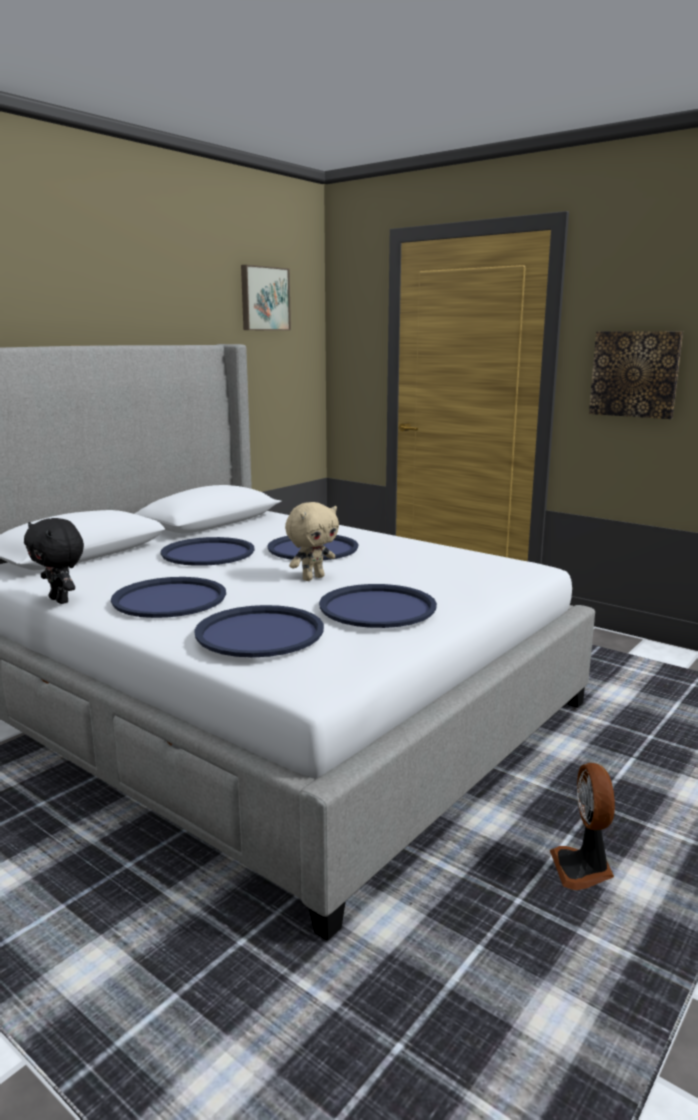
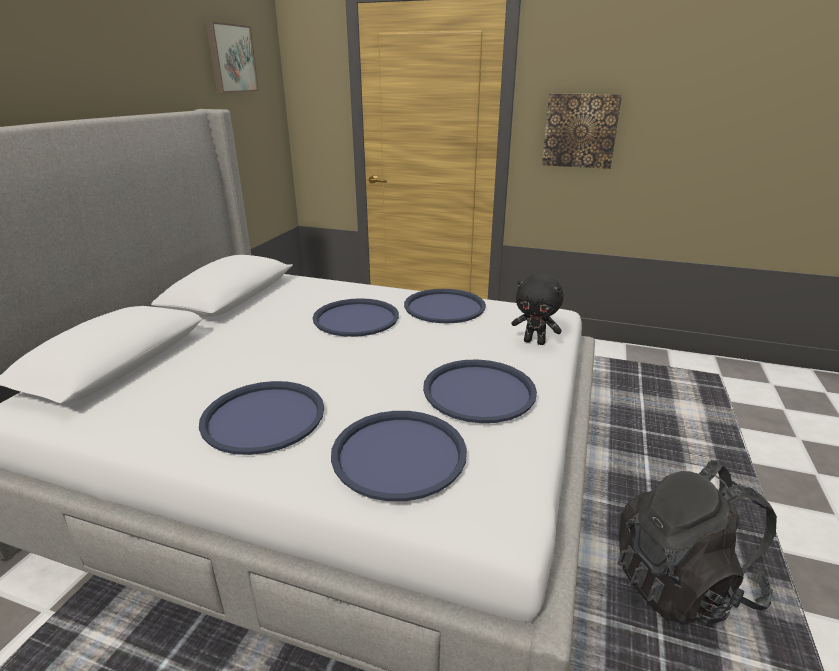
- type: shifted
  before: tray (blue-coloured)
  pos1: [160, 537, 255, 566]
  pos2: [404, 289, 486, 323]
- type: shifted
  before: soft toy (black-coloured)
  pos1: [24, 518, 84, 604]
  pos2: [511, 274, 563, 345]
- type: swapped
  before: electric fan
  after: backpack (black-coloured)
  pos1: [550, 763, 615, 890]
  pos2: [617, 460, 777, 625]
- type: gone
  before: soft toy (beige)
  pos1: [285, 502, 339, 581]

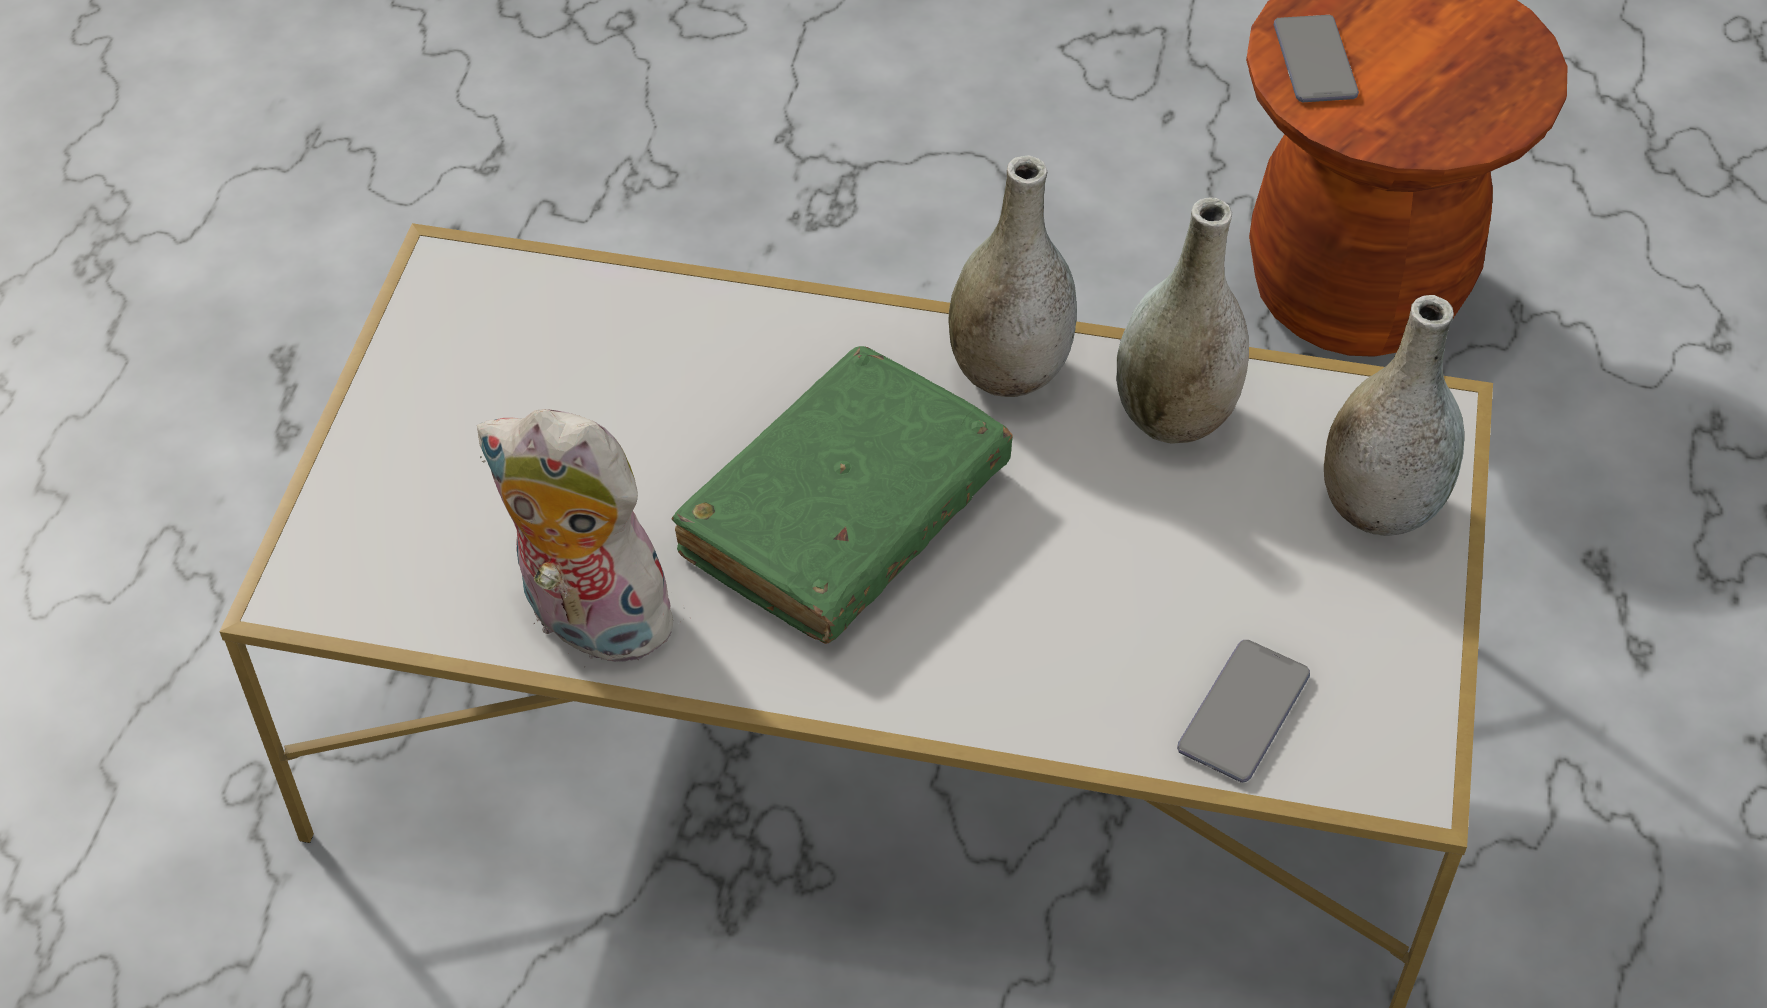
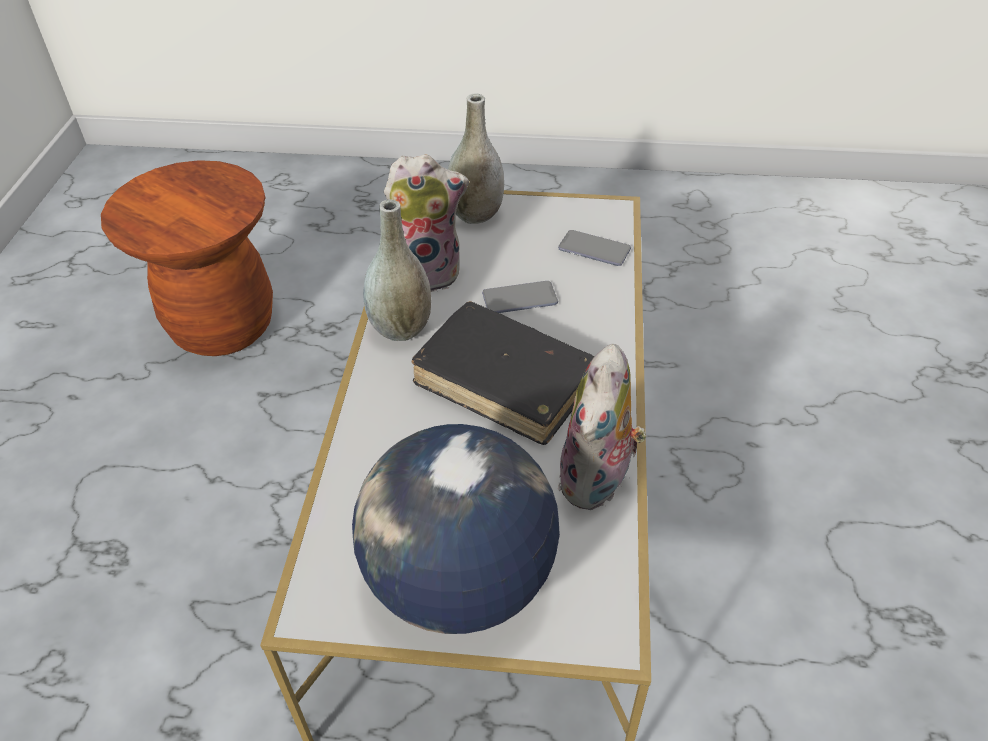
- type: new
  after: desk globe
  pos2: [352, 424, 560, 634]
- type: swapped
  before: vase (gray)
  after: soft toy
  pos1: [1116, 198, 1249, 443]
  pos2: [384, 154, 469, 292]
- type: repainted
  before: book (greenish)
  after: book (black-coloured)
  pos1: [671, 346, 1013, 644]
  pos2: [412, 301, 595, 445]
- type: shifted
  before: handset
  pos1: [1274, 15, 1359, 102]
  pos2: [482, 281, 558, 313]

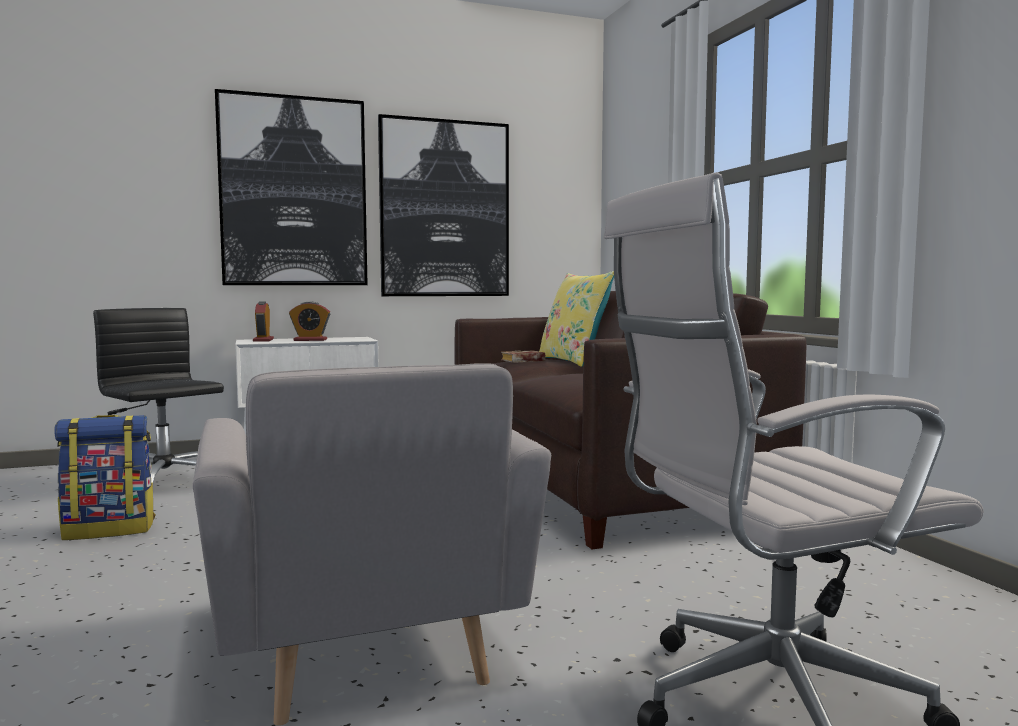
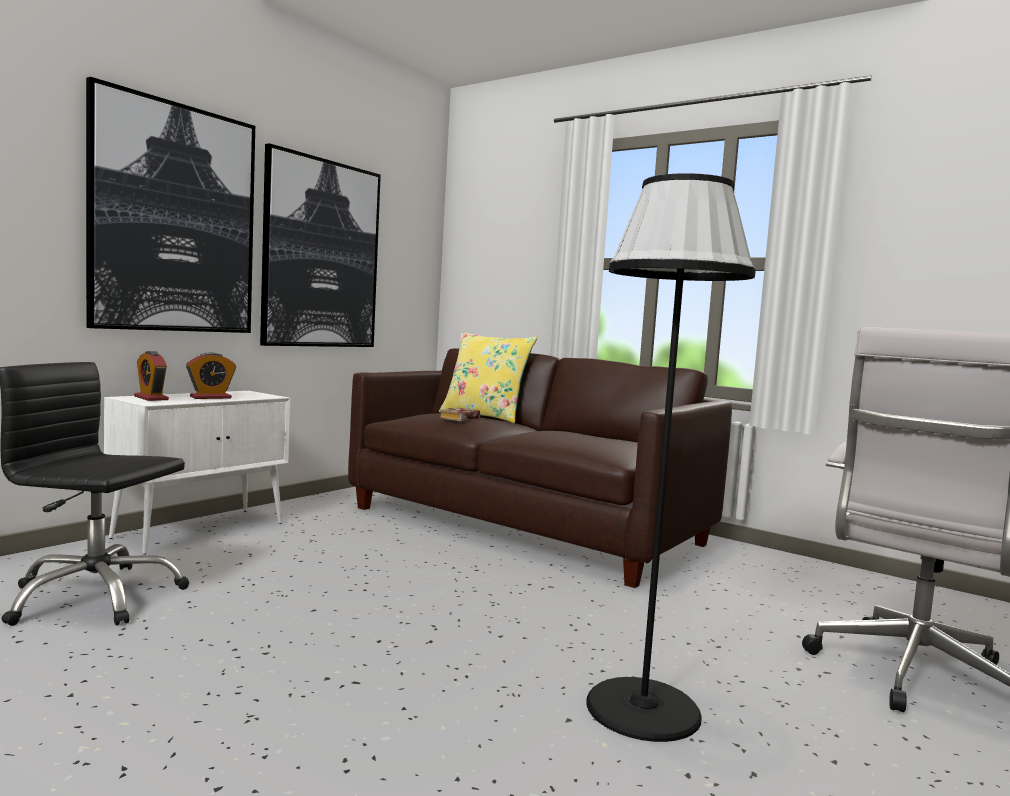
- type: swapped
  before: easy chair (gray)
  after: standard lamp (black-coloured)
  pos1: [193, 363, 551, 726]
  pos2: [586, 173, 756, 742]
- type: gone
  before: backpack
  pos1: [54, 415, 155, 540]

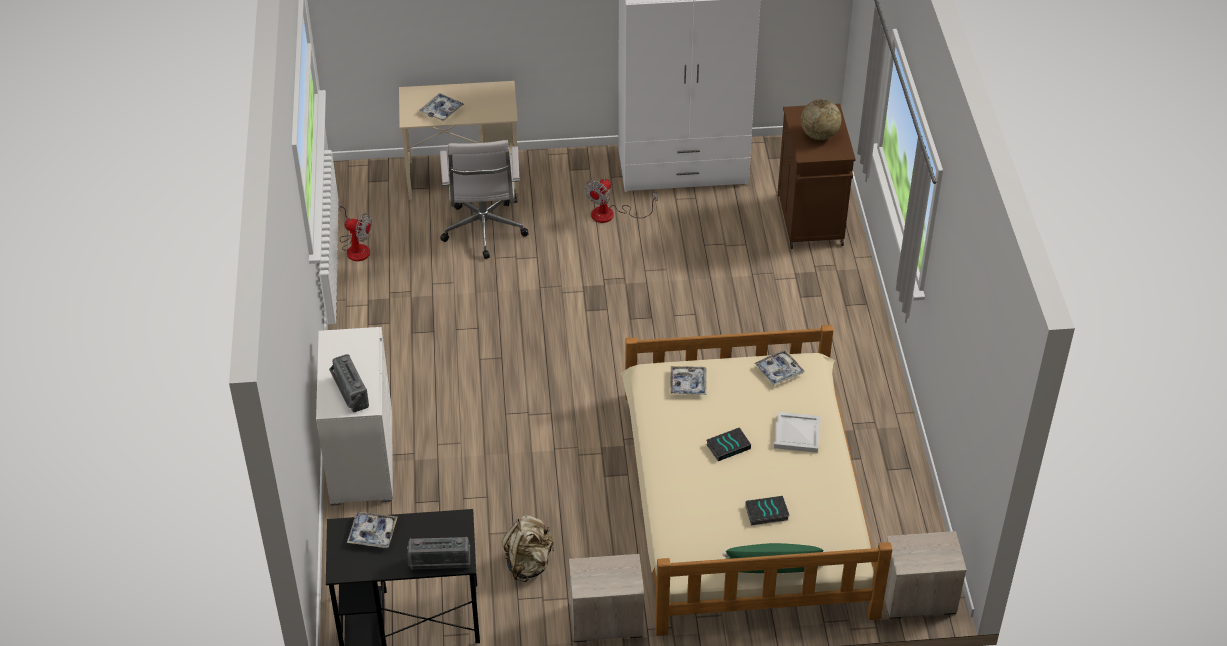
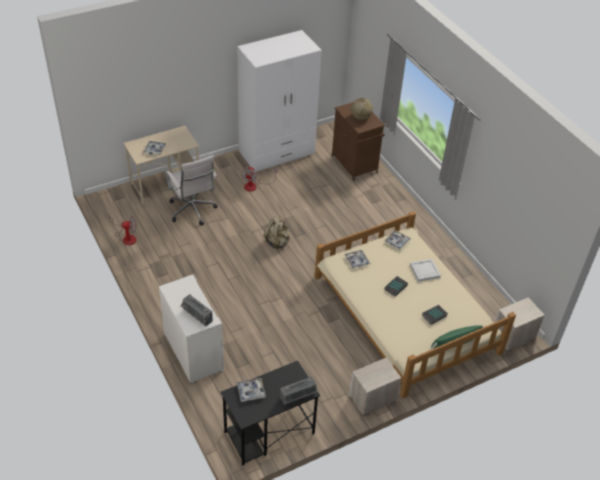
- type: shifted
  before: backpack (beige)
  pos1: [502, 515, 554, 582]
  pos2: [263, 217, 290, 249]

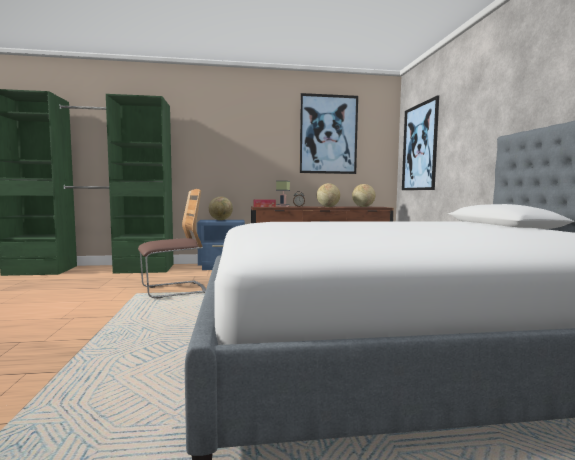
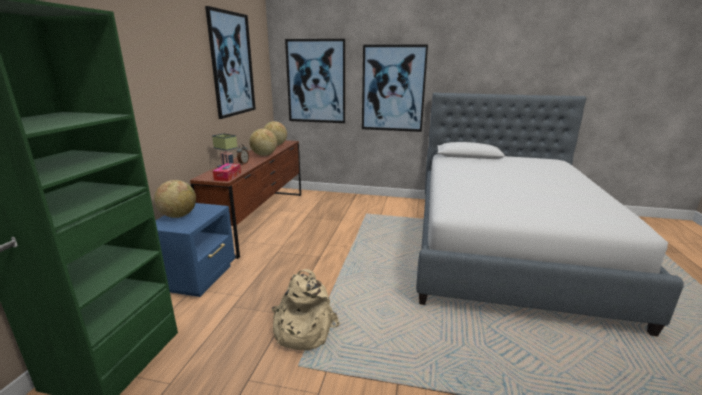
- type: swapped
  before: chair
  after: backpack (beige)
  pos1: [138, 189, 206, 298]
  pos2: [272, 269, 339, 350]
- type: new
  after: picture
  pos2: [362, 44, 428, 132]

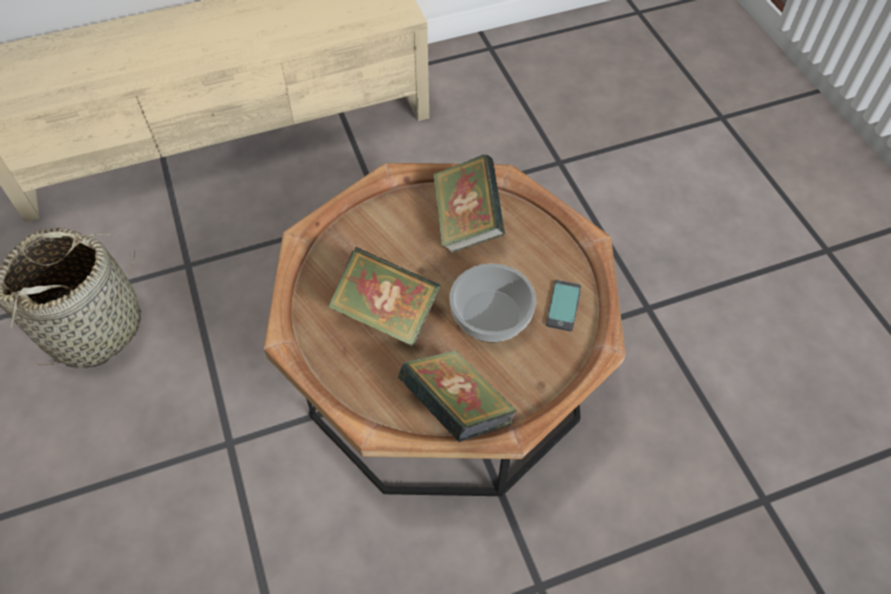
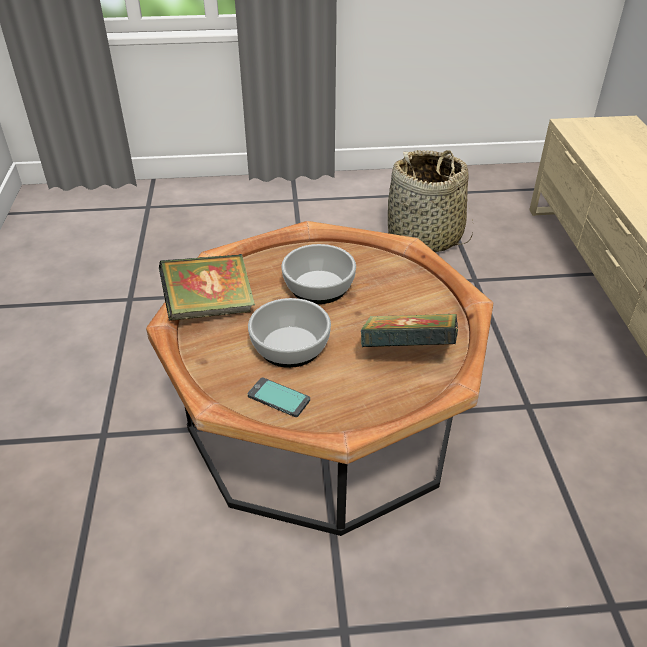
- type: swapped
  before: book
  after: serving bowl
  pos1: [328, 247, 441, 346]
  pos2: [281, 244, 356, 304]

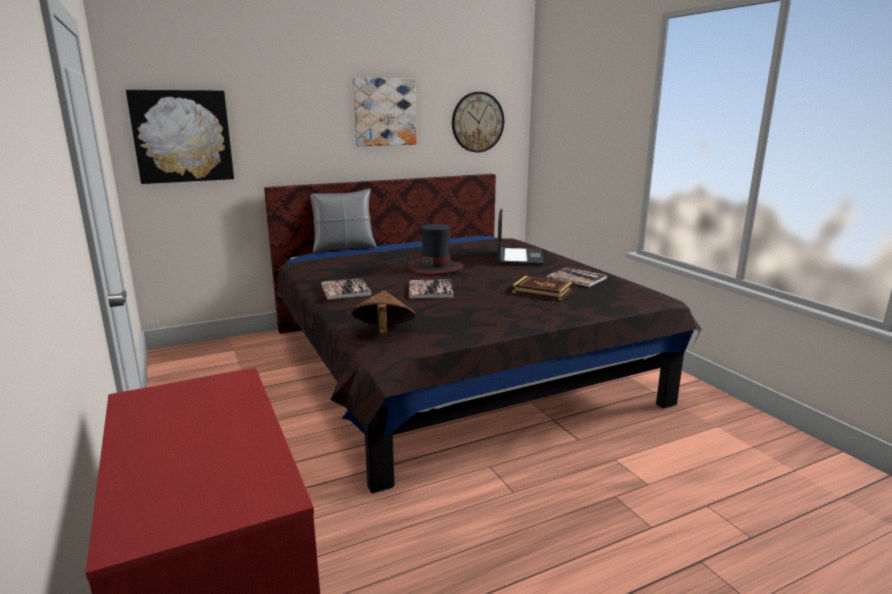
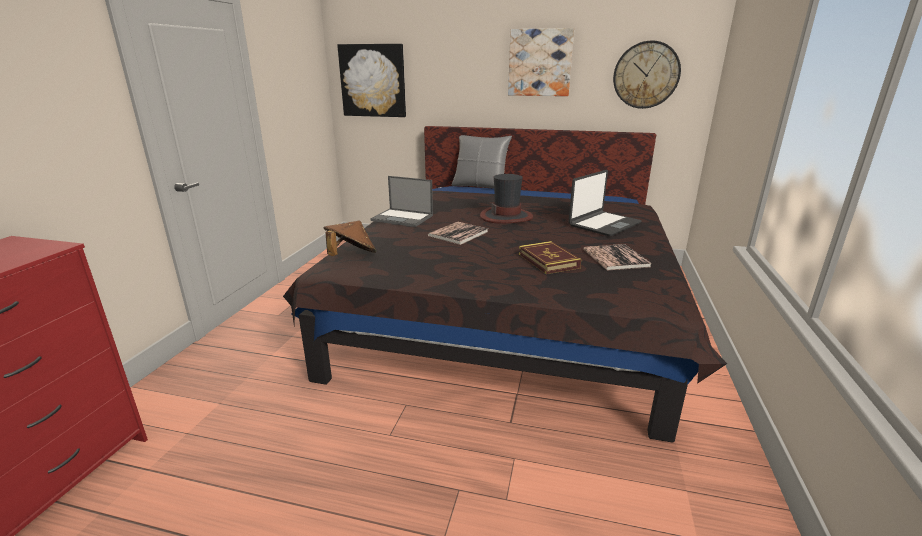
- type: swapped
  before: book
  after: laptop
  pos1: [321, 278, 372, 300]
  pos2: [371, 176, 433, 227]

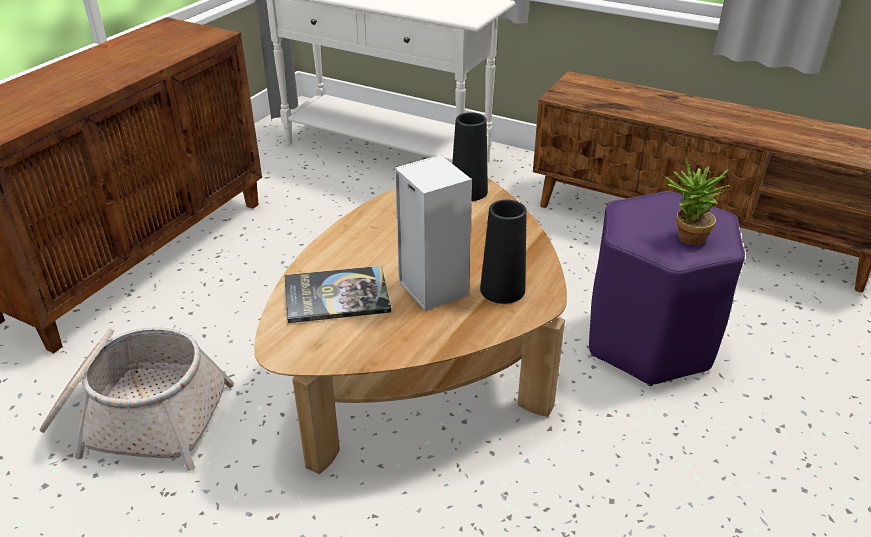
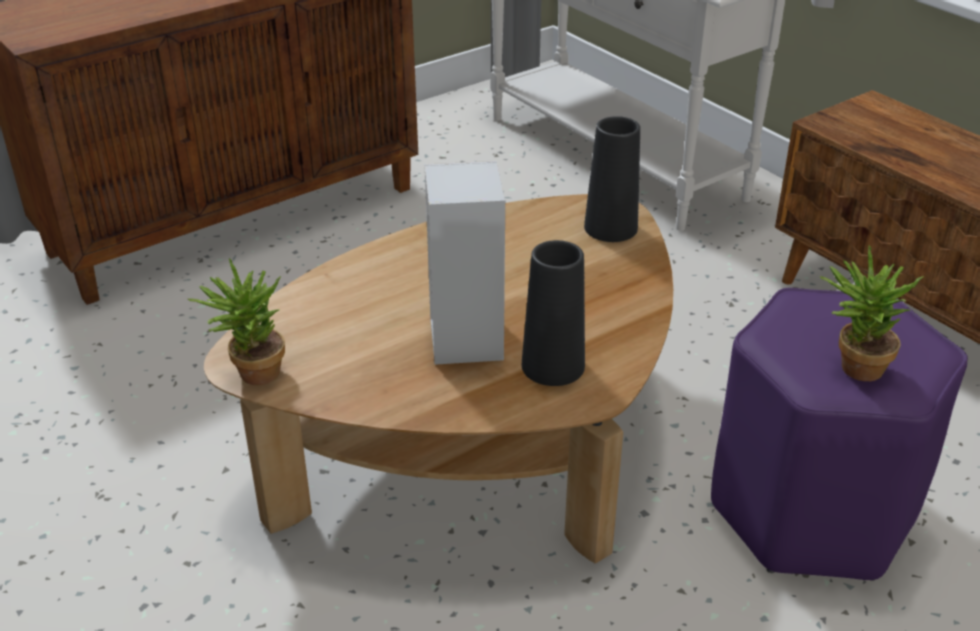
- type: new
  after: houseplant
  pos2: [188, 258, 285, 385]
- type: gone
  before: household basket
  pos1: [39, 327, 234, 471]
- type: gone
  before: book
  pos1: [285, 266, 391, 323]

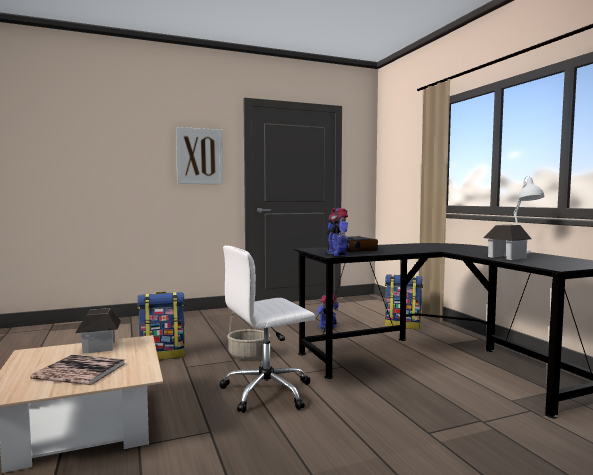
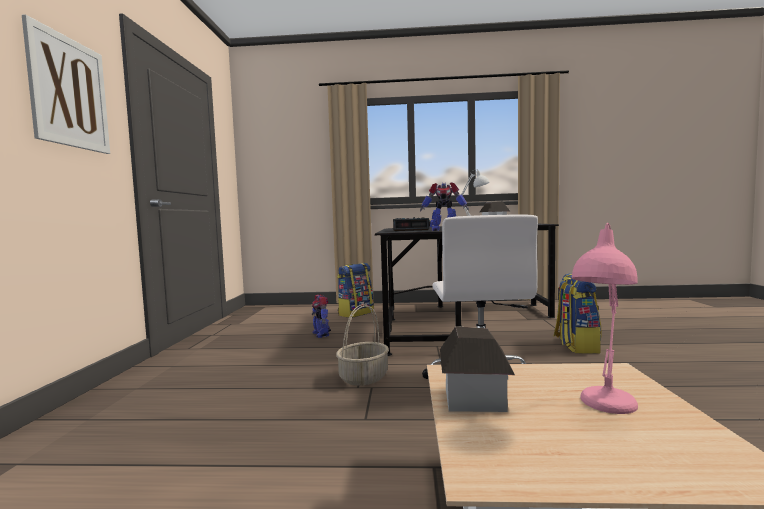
- type: shifted
  before: backpack
  pos1: [137, 292, 185, 360]
  pos2: [553, 273, 602, 354]
- type: swapped
  before: book
  after: lamp for a table (pink-coloured)
  pos1: [30, 355, 125, 385]
  pos2: [572, 223, 638, 414]

